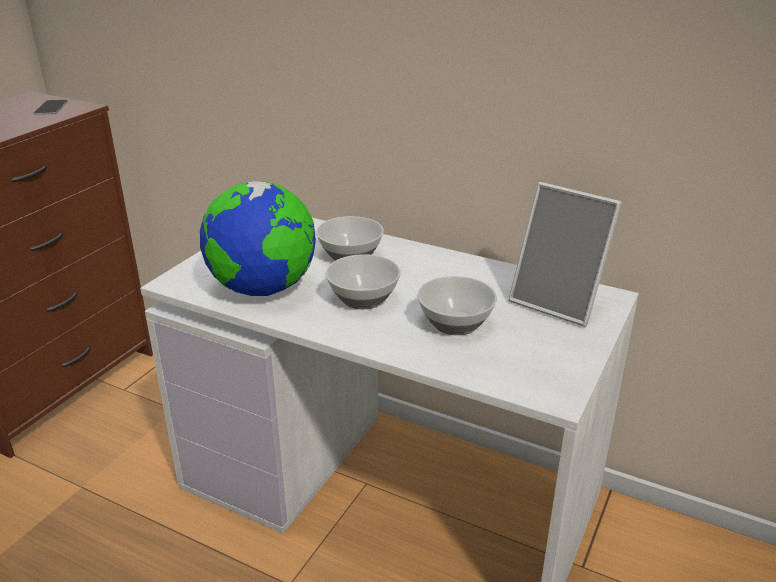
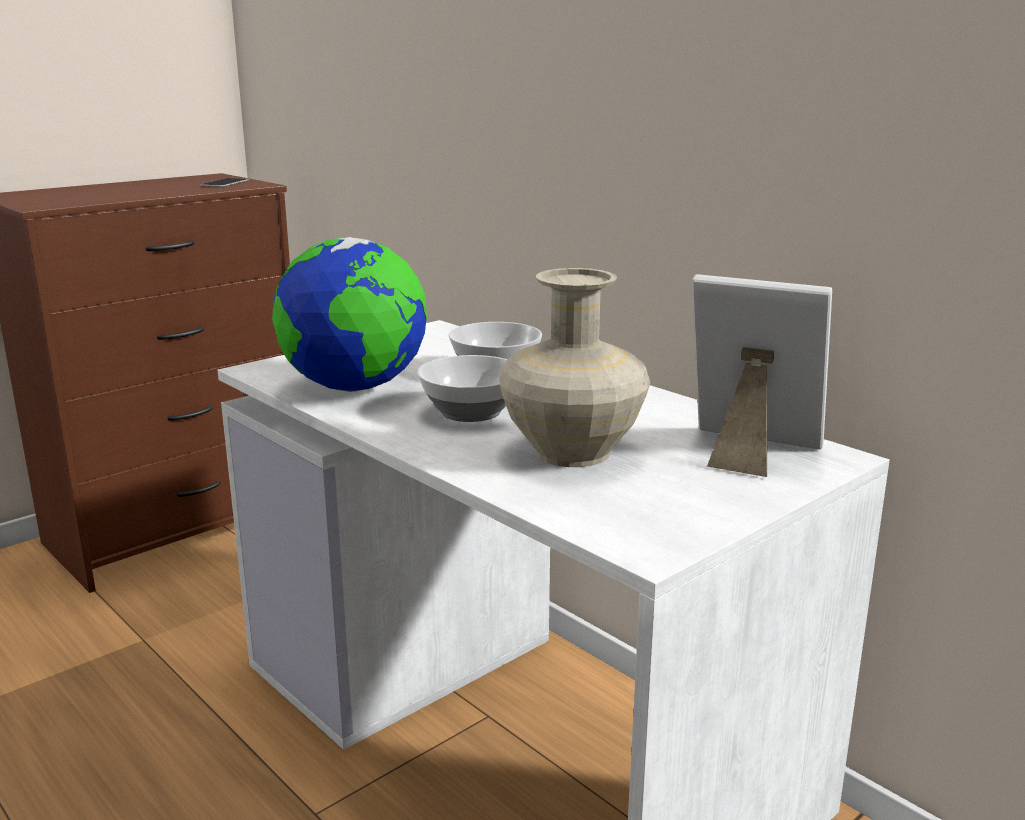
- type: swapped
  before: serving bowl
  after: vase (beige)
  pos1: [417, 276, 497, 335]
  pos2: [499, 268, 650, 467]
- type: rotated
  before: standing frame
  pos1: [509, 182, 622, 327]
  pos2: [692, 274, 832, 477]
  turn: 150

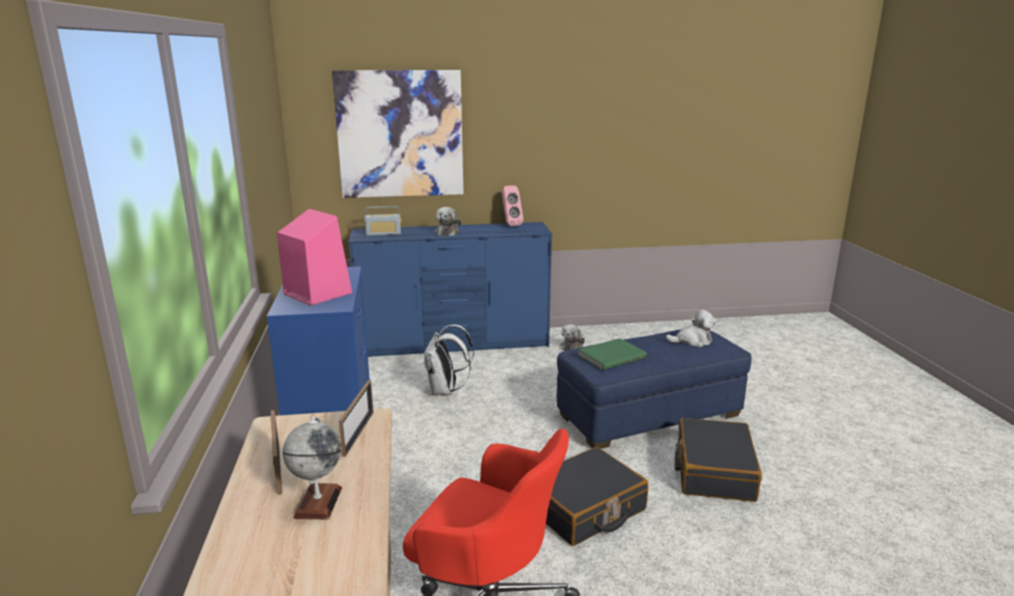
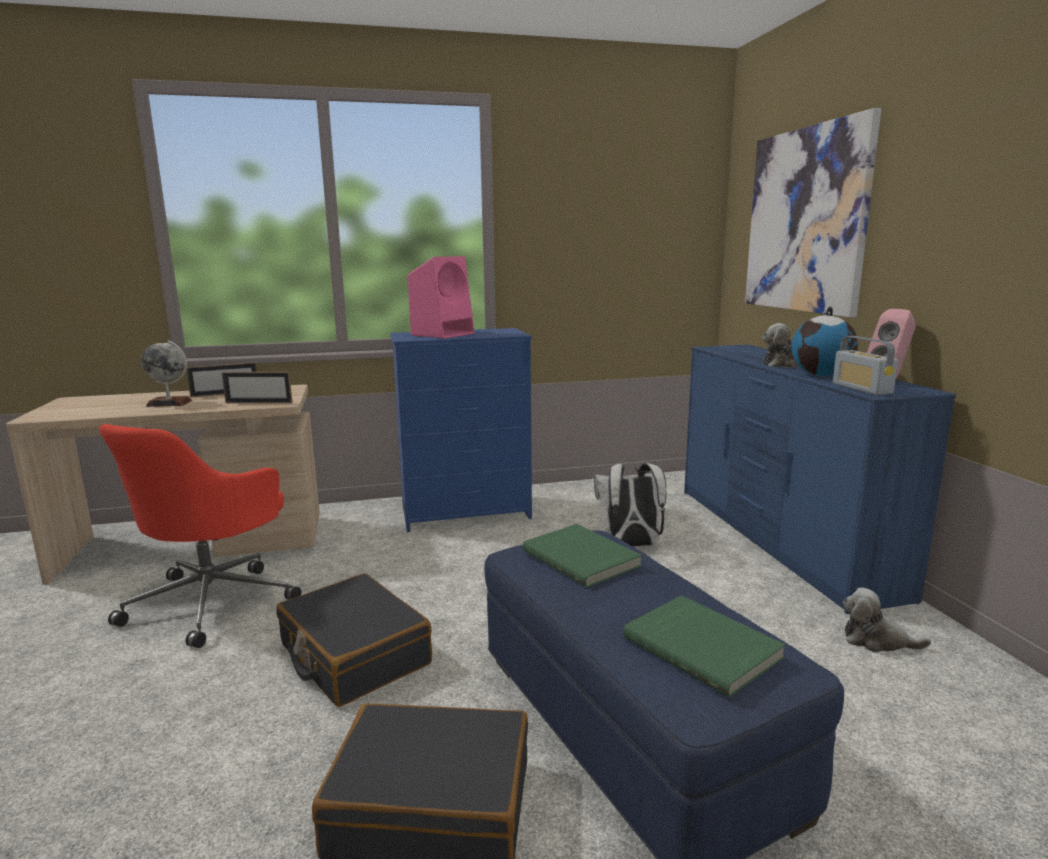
- type: swapped
  before: soft toy
  after: book (greenish)
  pos1: [665, 310, 716, 347]
  pos2: [623, 595, 786, 698]
- type: new
  after: desk globe
  pos2: [792, 307, 858, 376]
- type: shifted
  before: radio receiver
  pos1: [364, 206, 401, 236]
  pos2: [833, 336, 898, 395]

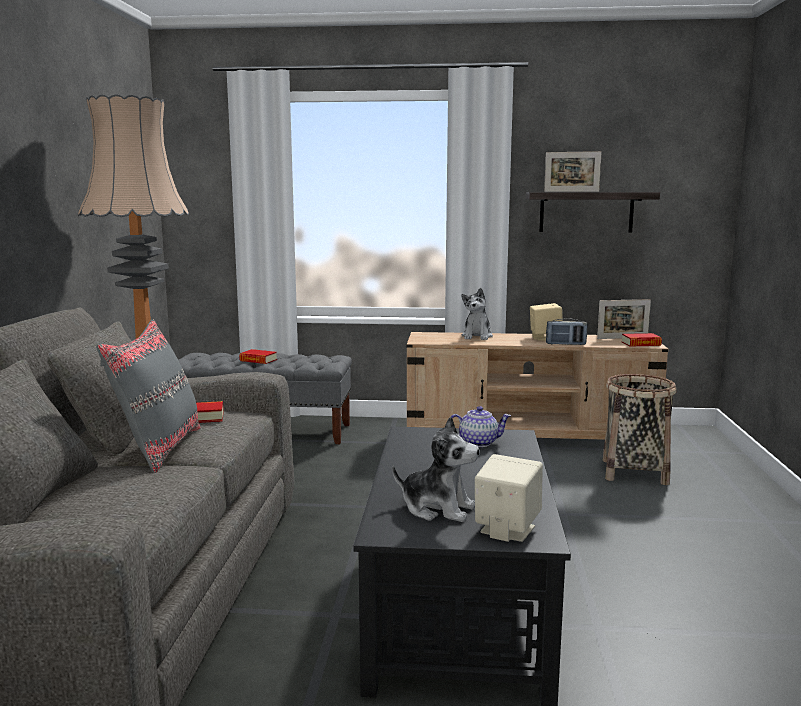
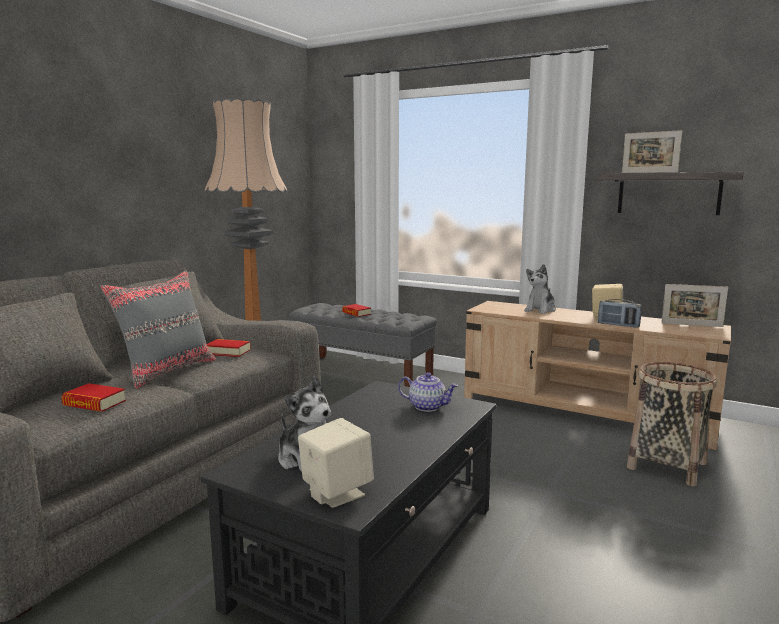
- type: shifted
  before: book
  pos1: [622, 333, 662, 346]
  pos2: [61, 383, 126, 412]

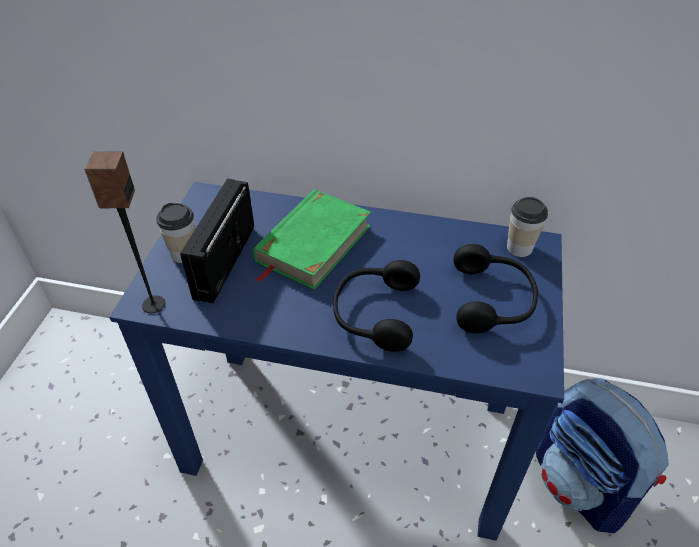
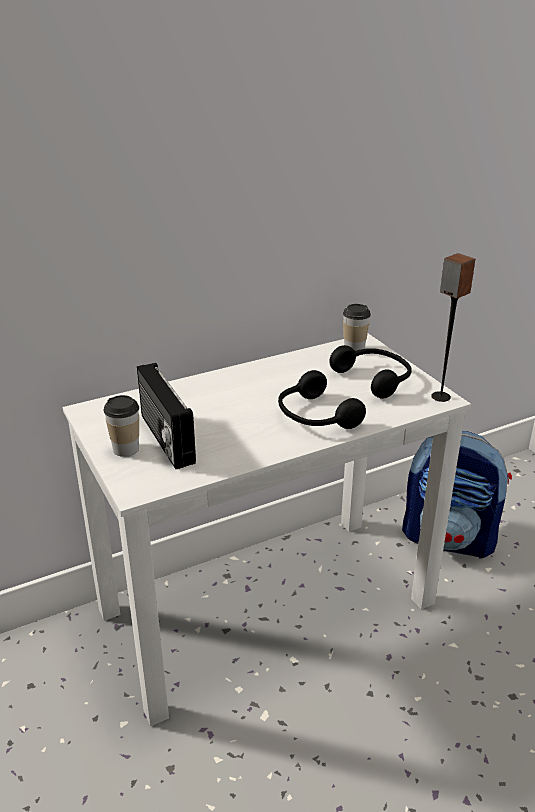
- type: repainted
  before: desk (blue-coloured)
  after: desk (whitish)
  pos1: [109, 182, 564, 541]
  pos2: [62, 334, 471, 726]
- type: shifted
  before: speaker
  pos1: [84, 152, 165, 313]
  pos2: [431, 253, 475, 402]
- type: gone
  before: book (greenish)
  pos1: [253, 189, 371, 290]

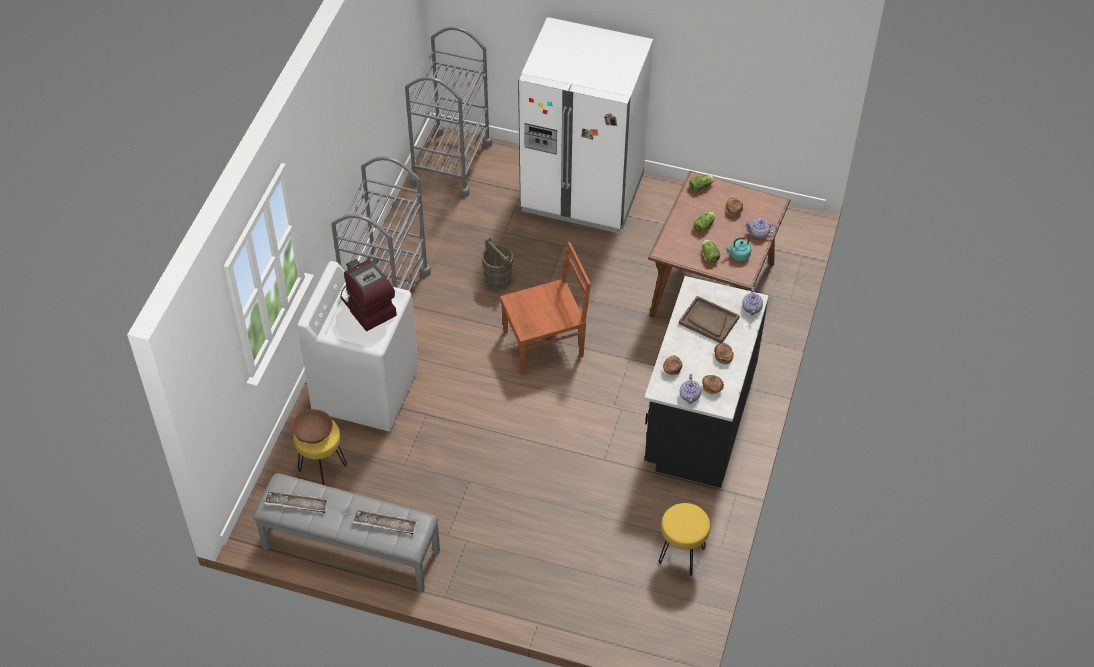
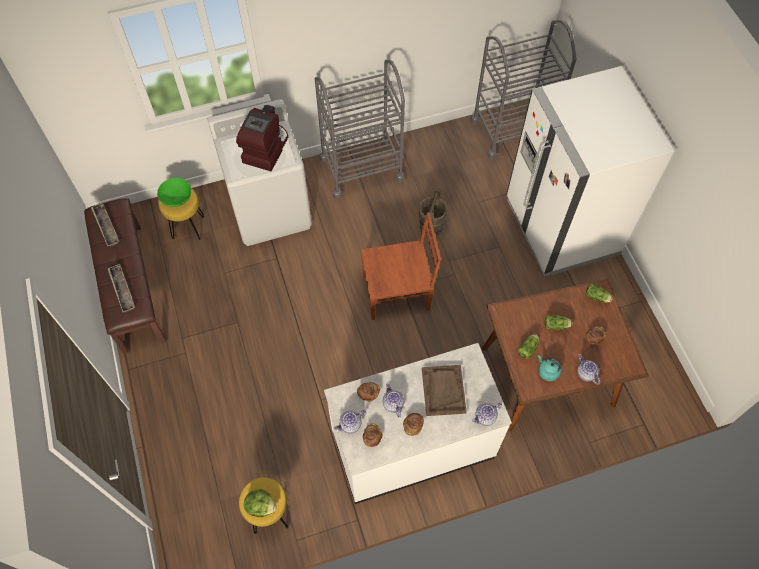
- type: repainted
  before: long seat (gray)
  after: long seat (brown)
  pos1: [253, 473, 440, 593]
  pos2: [84, 198, 166, 354]
- type: repainted
  before: serving bowl (brown)
  after: serving bowl (greenish)
  pos1: [292, 409, 333, 444]
  pos2: [157, 178, 191, 207]
- type: new
  after: lettuce
  pos2: [244, 489, 276, 517]
- type: repainted
  before: kitchen base unit (black-coloured)
  after: kitchen base unit (whitish)
  pos1: [644, 276, 769, 488]
  pos2: [324, 343, 512, 504]
- type: rotated
  before: chair (brown)
  pos1: [500, 242, 591, 374]
  pos2: [360, 212, 441, 320]
  turn: -45
- type: new
  after: tea pot
  pos2: [383, 383, 404, 417]

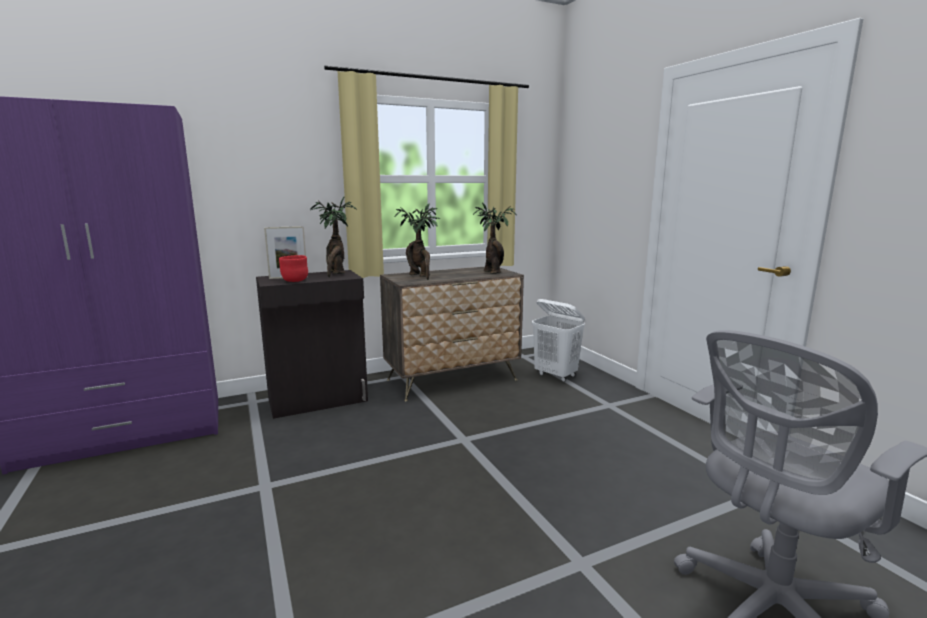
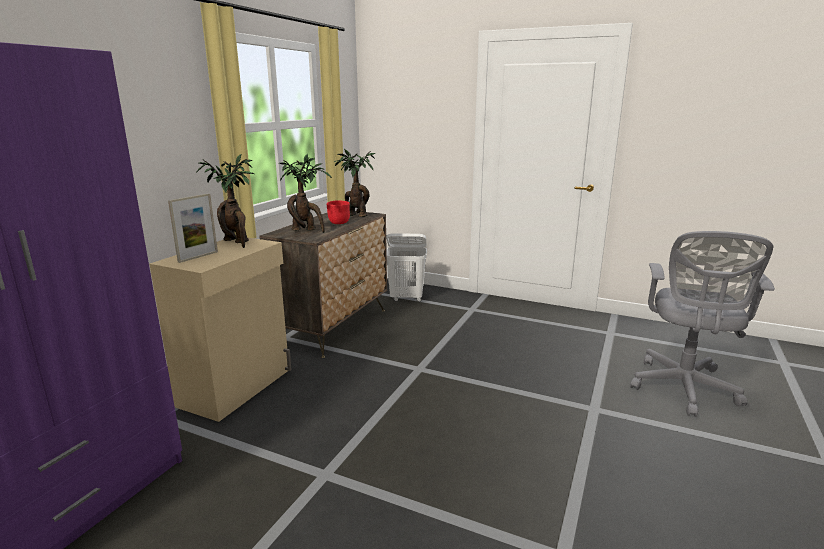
- type: repainted
  before: cabinet (black-coloured)
  after: cabinet (beige)
  pos1: [256, 270, 368, 419]
  pos2: [149, 238, 292, 422]
- type: shifted
  before: serving bowl (red)
  pos1: [279, 255, 308, 282]
  pos2: [327, 200, 350, 224]

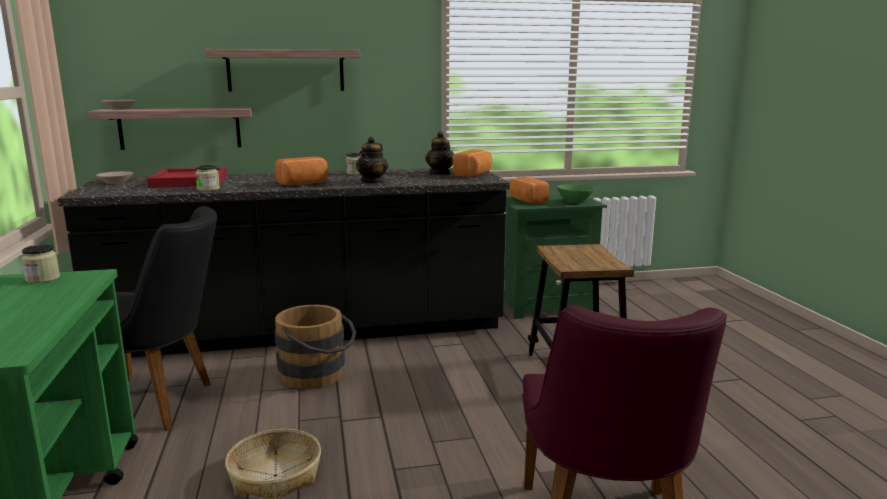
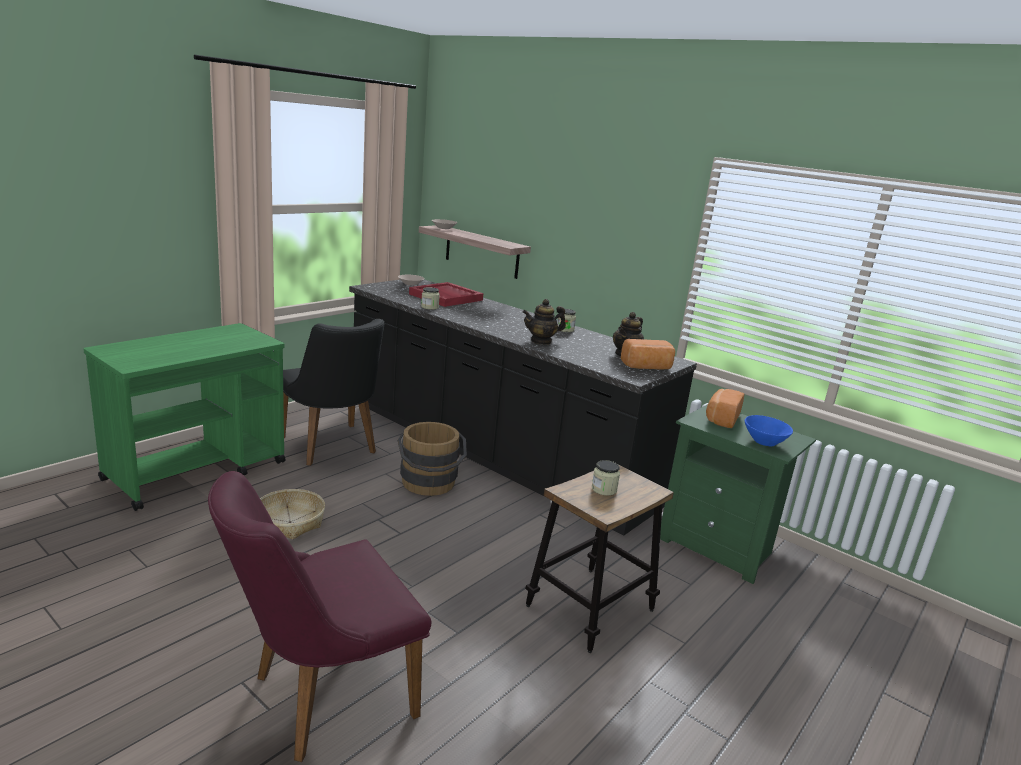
- type: shifted
  before: jar
  pos1: [21, 244, 60, 283]
  pos2: [592, 460, 620, 496]
- type: repainted
  before: serving bowl (greenish)
  after: serving bowl (blue-coloured)
  pos1: [557, 184, 595, 203]
  pos2: [745, 415, 793, 446]
- type: gone
  before: wall shelf
  pos1: [204, 49, 360, 91]
- type: gone
  before: bread
  pos1: [275, 157, 328, 186]

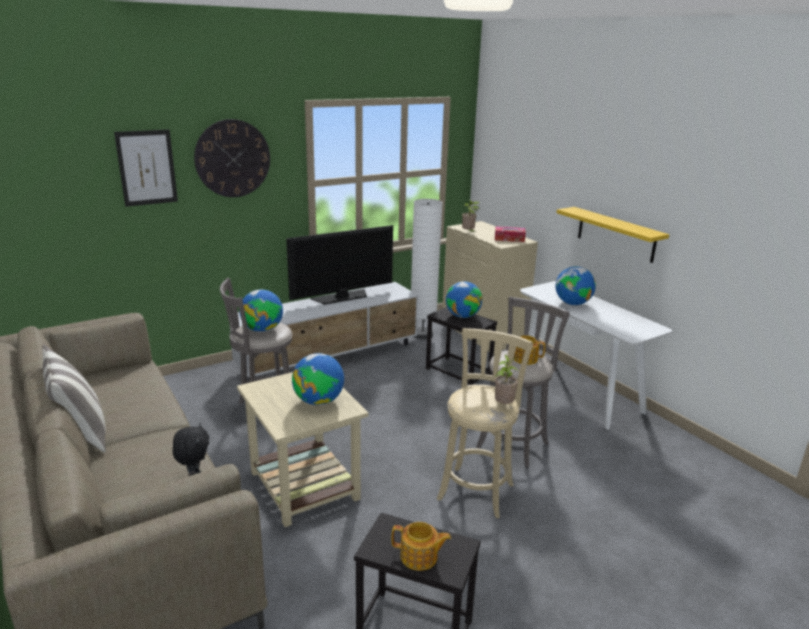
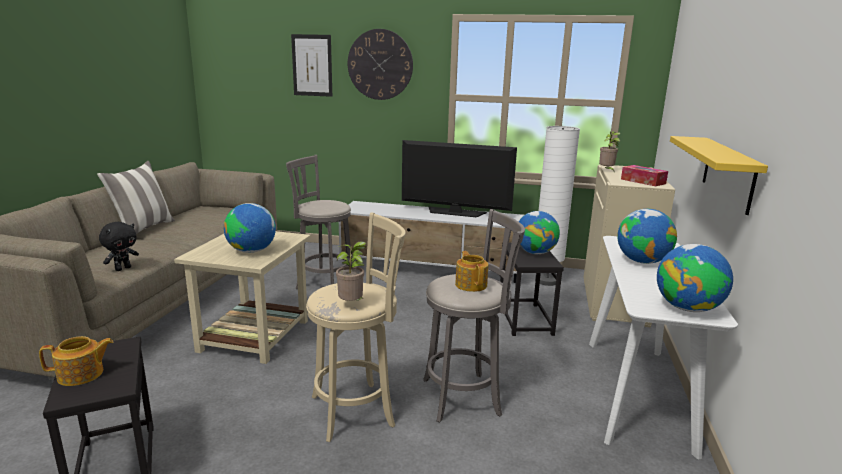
- type: rotated
  before: tea pot
  pos1: [391, 522, 451, 571]
  pos2: [39, 336, 113, 386]
  turn: -75
- type: shifted
  before: desk globe
  pos1: [239, 289, 283, 332]
  pos2: [657, 244, 733, 312]

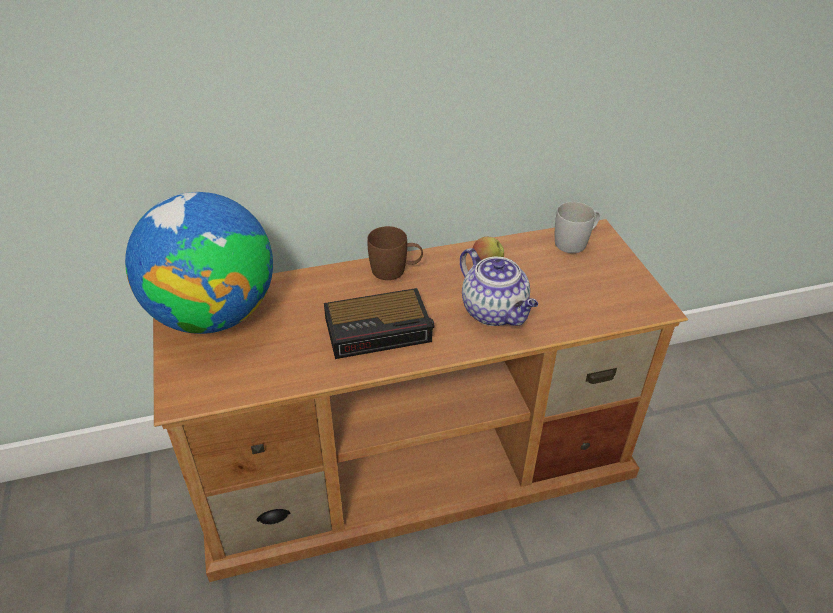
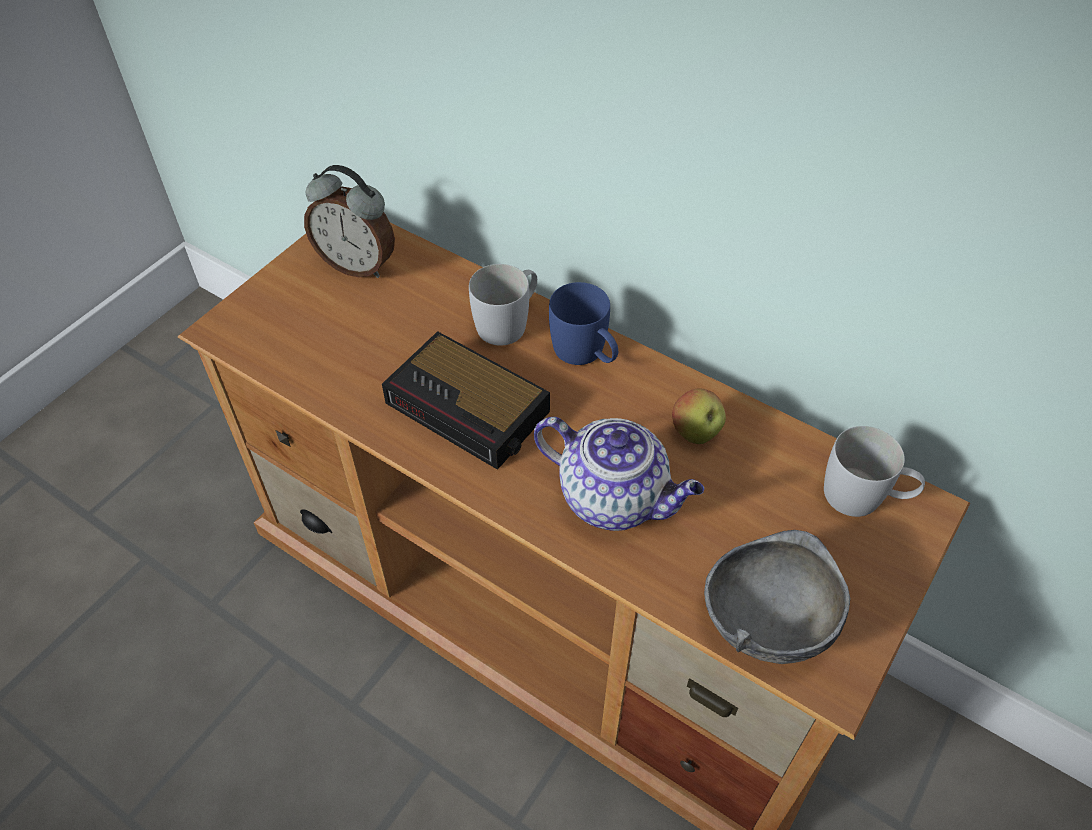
- type: swapped
  before: desk globe
  after: alarm clock
  pos1: [125, 192, 273, 334]
  pos2: [304, 165, 395, 278]
- type: new
  after: mug (whitish)
  pos2: [469, 264, 537, 346]
- type: rotated
  before: tea pot
  pos1: [460, 248, 538, 326]
  pos2: [534, 417, 704, 531]
  turn: -75
- type: repainted
  before: mug (brown)
  after: mug (blue-coloured)
  pos1: [367, 226, 423, 280]
  pos2: [549, 282, 618, 365]
- type: new
  after: serving bowl (gray)
  pos2: [704, 530, 850, 664]

